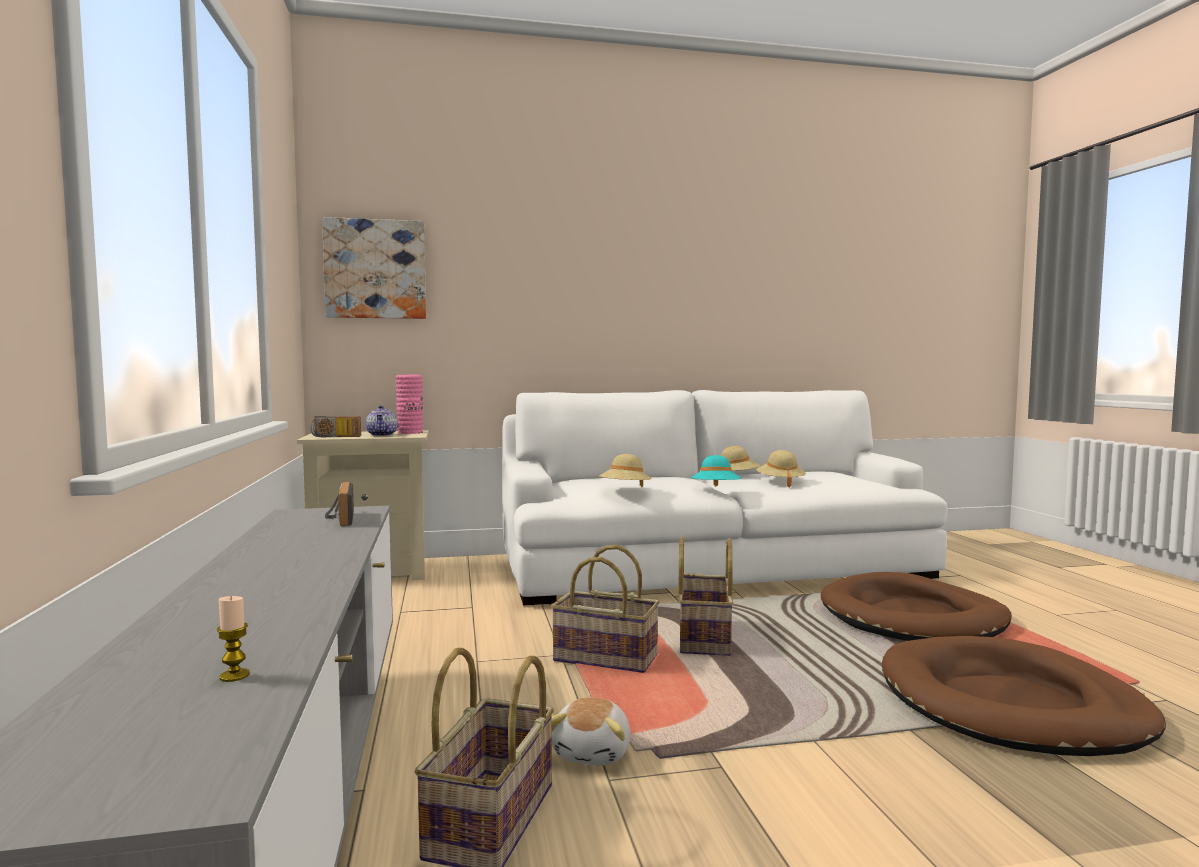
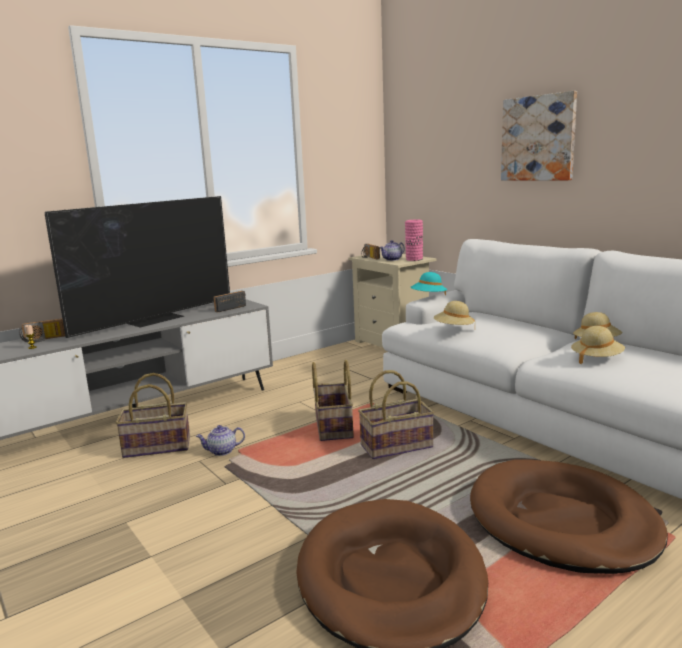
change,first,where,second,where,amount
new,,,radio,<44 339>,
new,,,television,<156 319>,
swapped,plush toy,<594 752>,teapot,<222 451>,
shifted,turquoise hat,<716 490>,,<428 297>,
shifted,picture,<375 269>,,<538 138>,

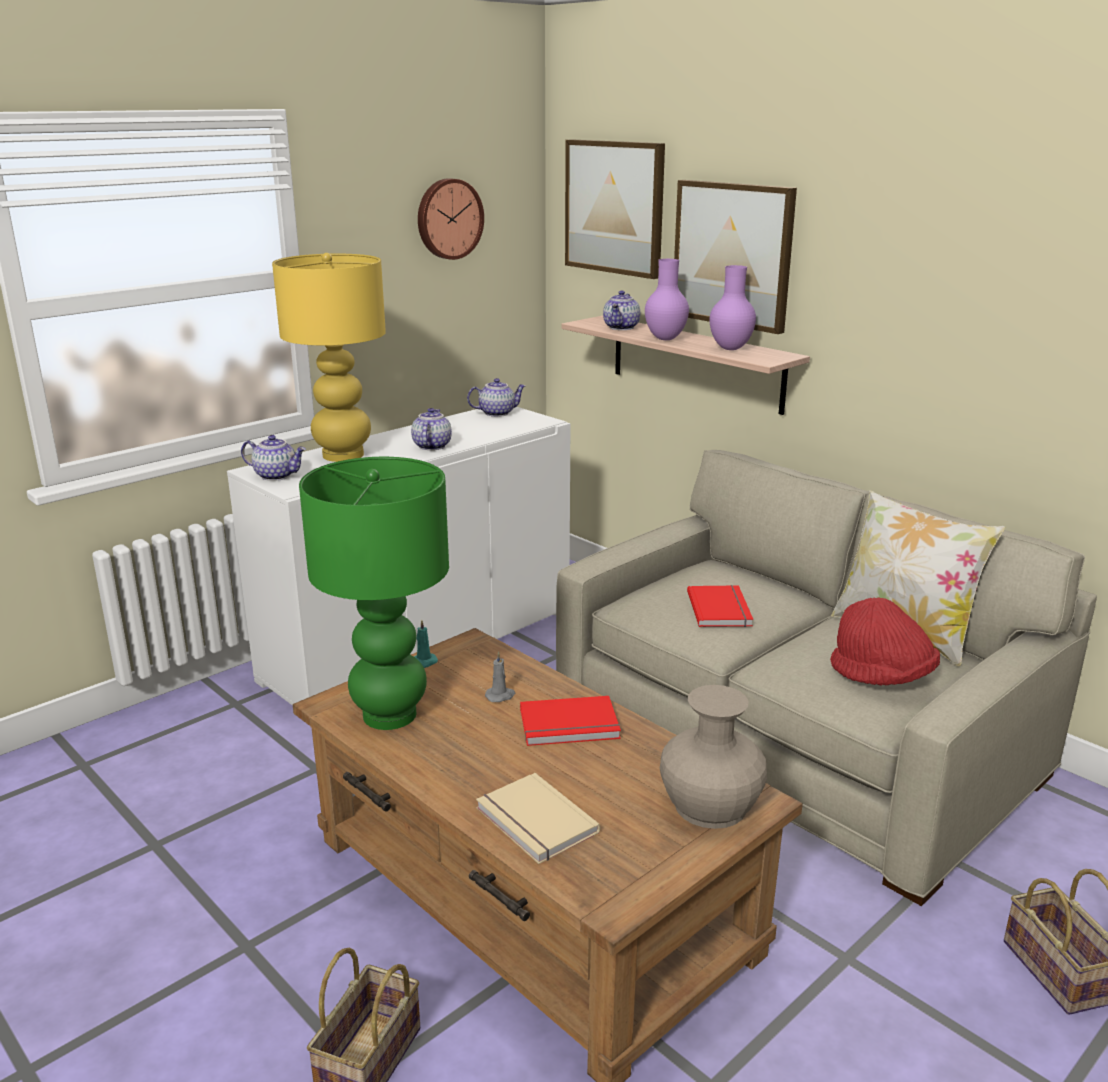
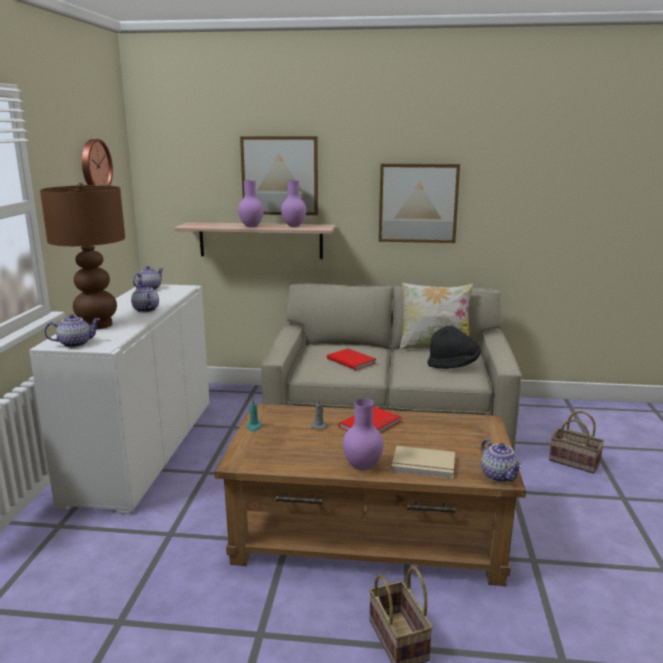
change,first,where,second,where,amount
repainted,yellow table lamp,<343 455>,brown table lamp,<98 325>,
new,,,purple vase,<361 467>,
shifted,picture,<615 207>,,<418 203>,
repainted,red hat,<882 677>,black hat,<453 365>,
shifted,teapot,<622 328>,,<500 476>,
gone,green table lamp,<391 715>,,,
gone,beige vase,<710 805>,,,

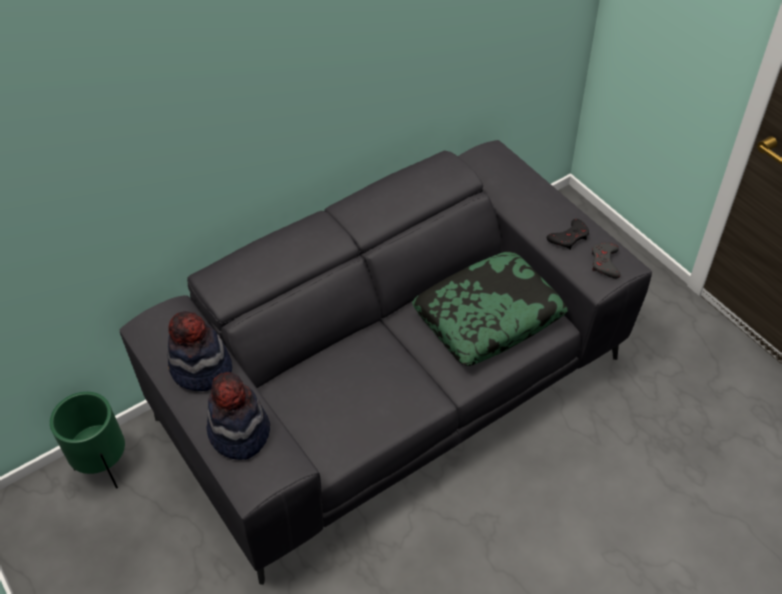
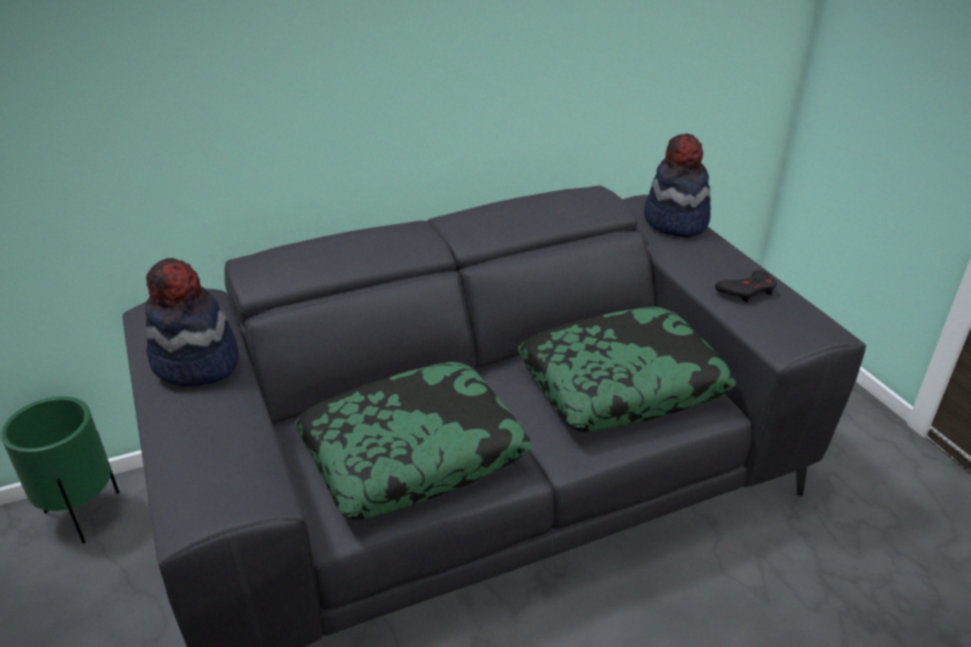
change,first,where,second,where,amount
new,,,pillow,<413 452>,
shifted,hat,<239 432>,,<675 222>,
gone,grey game controller,<605 263>,,,

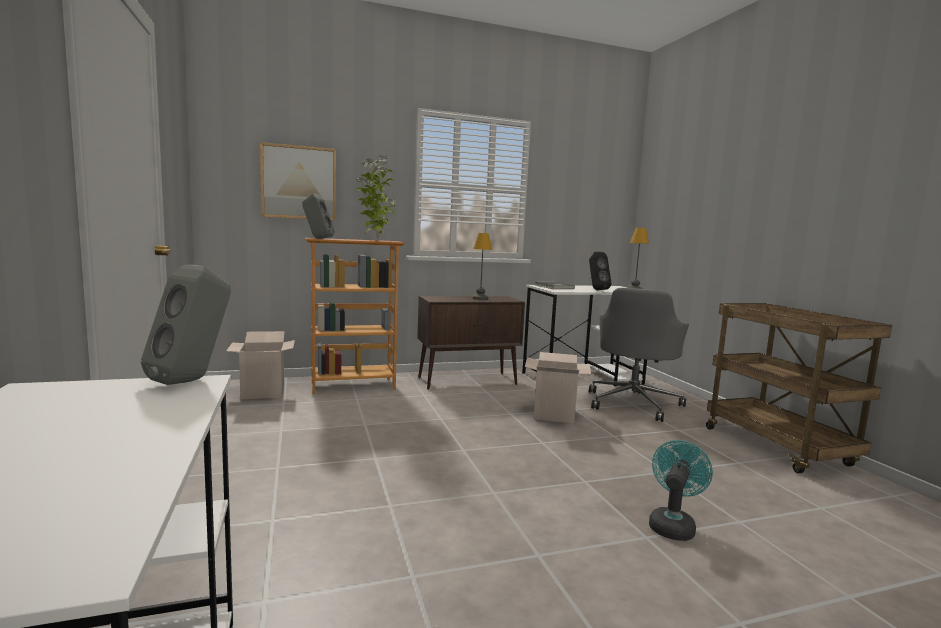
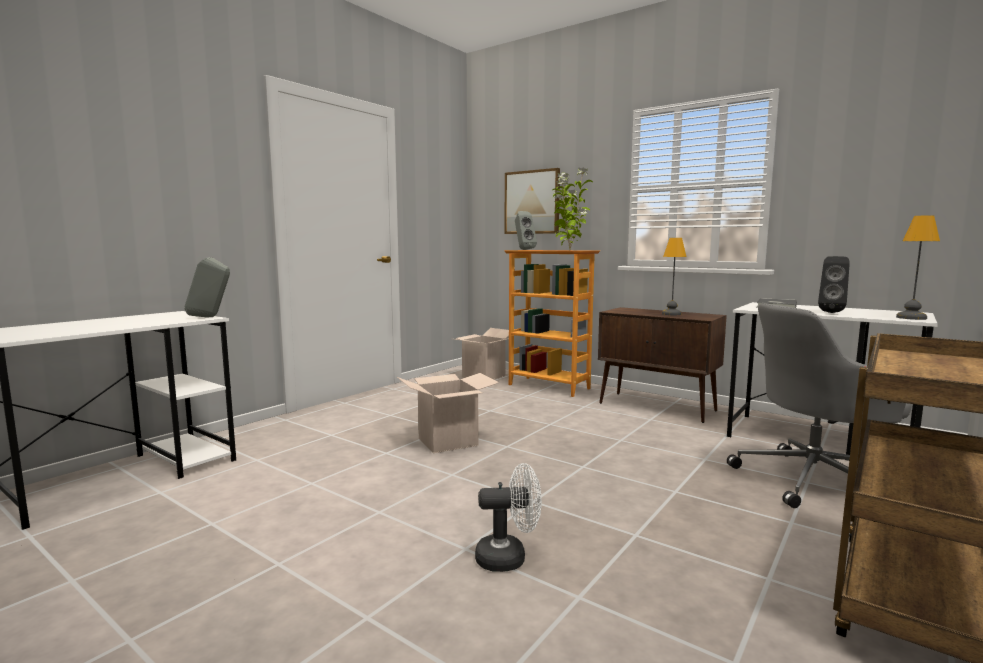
change,first,where,second,where,amount
shifted,cardboard box,<554 414>,,<448 442>,
repainted,turquoise fan,<672 525>,white fan,<509 558>,

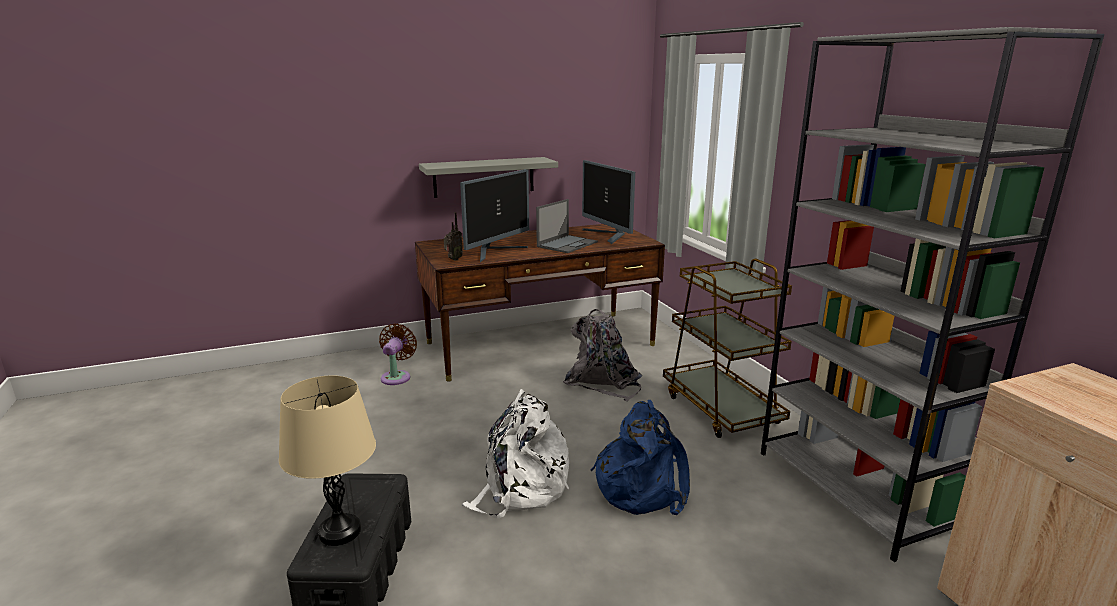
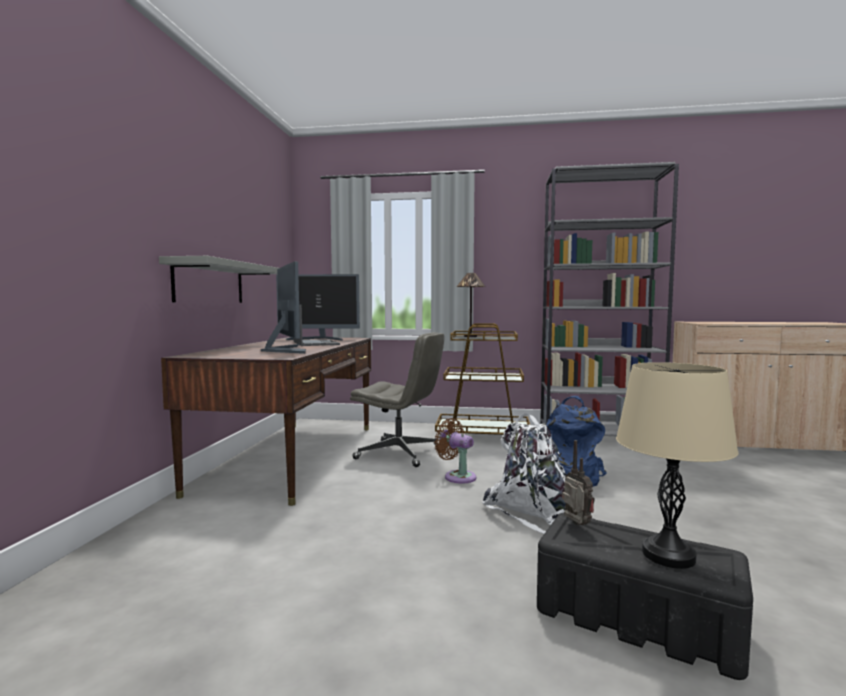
change,first,where,second,where,amount
swapped,grey backpack,<603 382>,grey office chair,<400 453>,
shifted,brown fan,<397 376>,,<457 476>,
new,,,table lamp,<470 336>,
shifted,radio,<453 259>,,<575 525>,

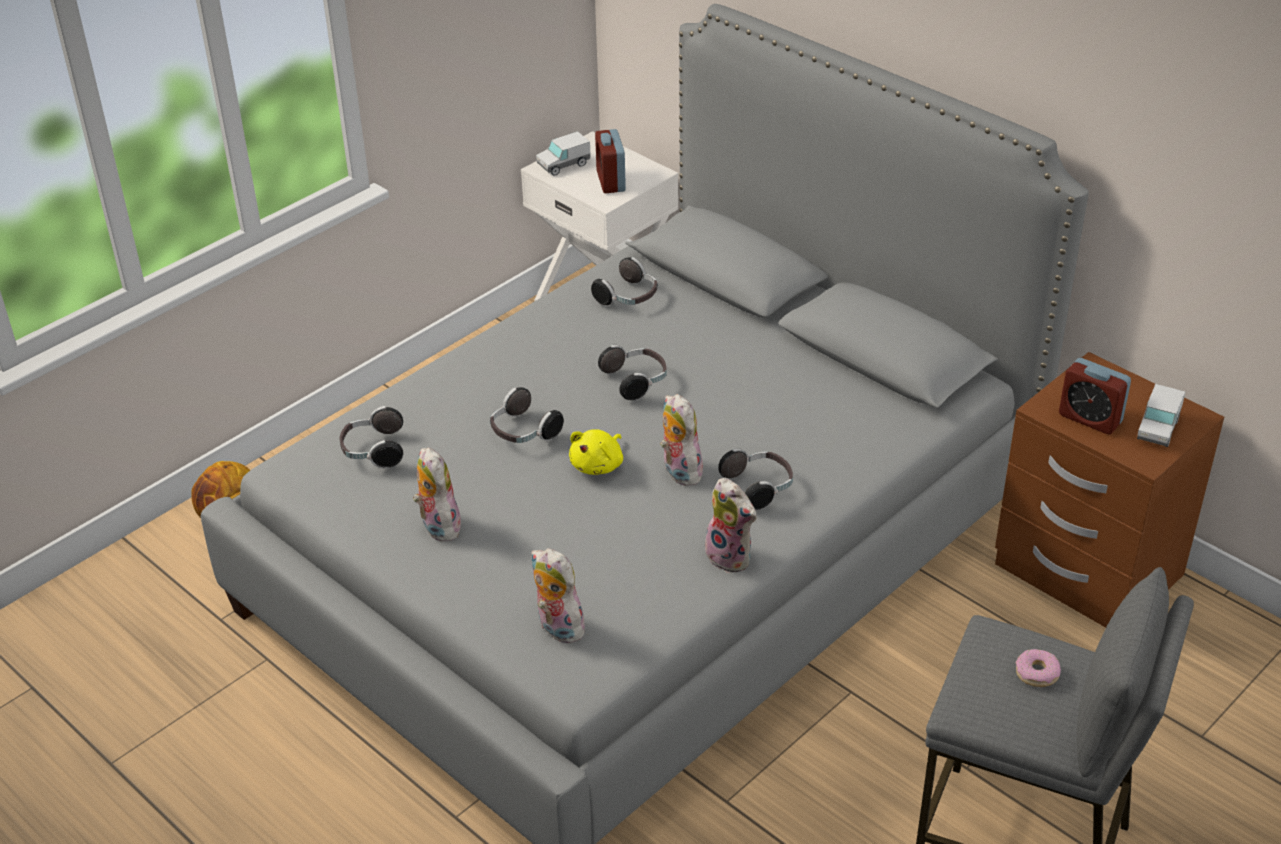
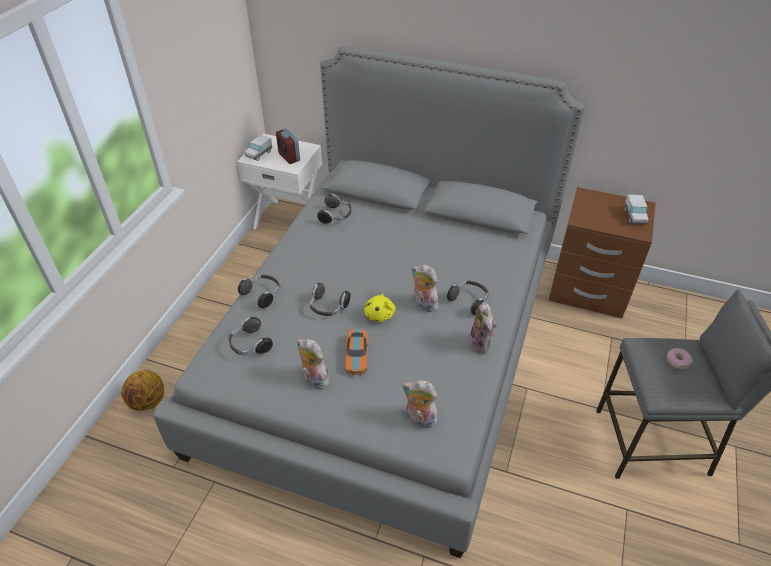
change,first,where,second,where,amount
shifted,headphones,<636 381>,,<262 295>,
new,,,toy car,<356 355>,
rotated,plush toy,<731 556>,,<481 344>,60 degrees clockwise
gone,alarm clock,<1090 418>,,,

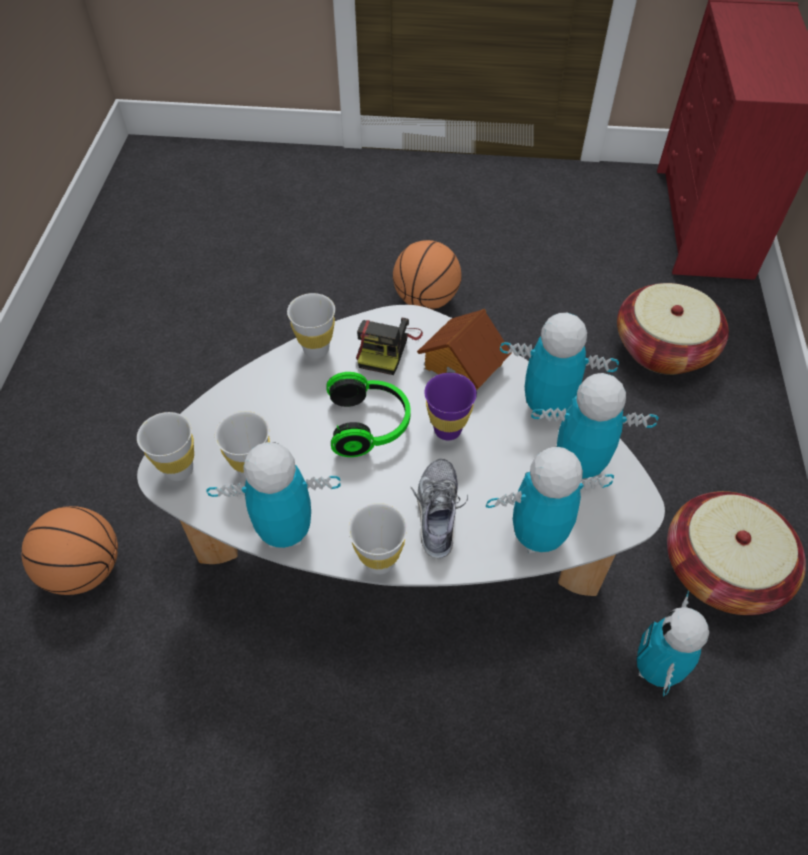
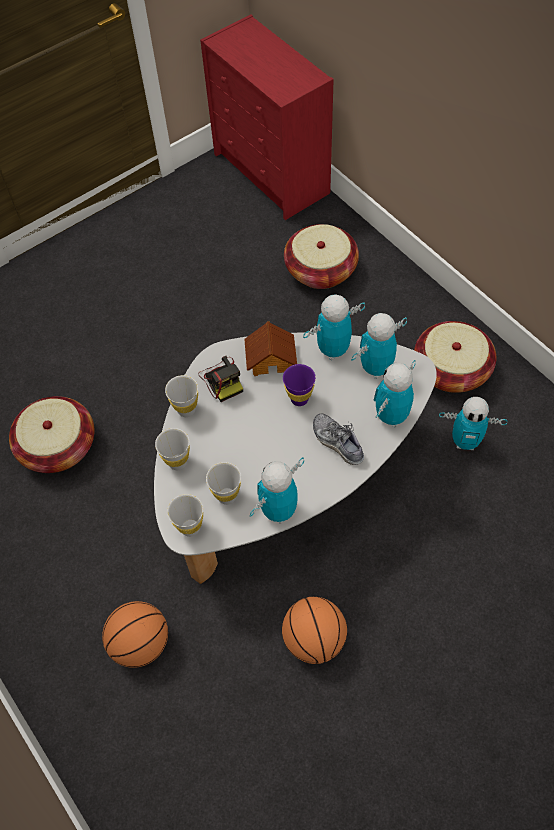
change,first,where,second,where,amount
new,,,basket,<58 446>,
shifted,white cup,<379 561>,,<177 462>,
shifted,basketball,<426 300>,,<314 639>,
rotated,toy robot,<655 669>,,<465 442>,60 degrees counterclockwise
gone,headphones,<370 425>,,,

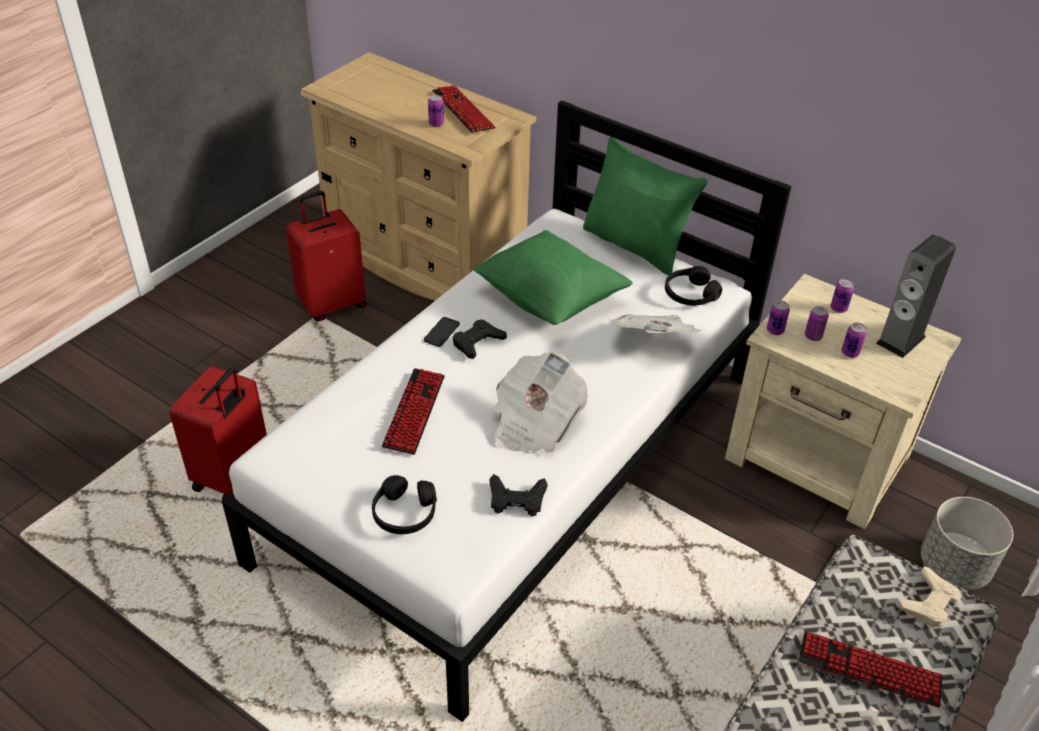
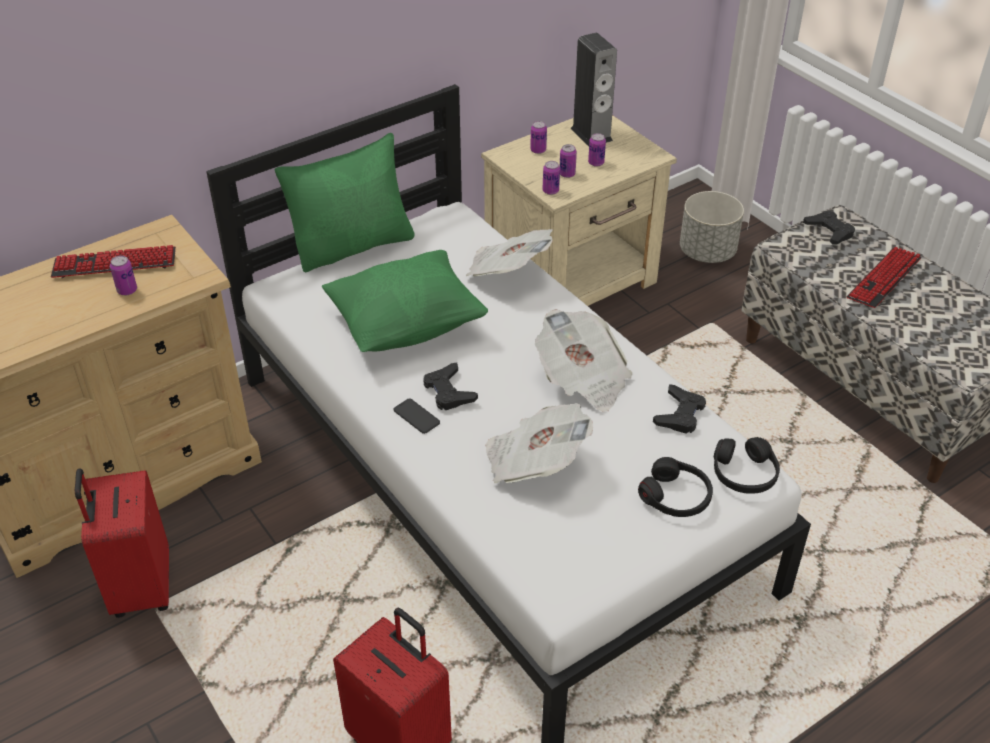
change,first,where,second,where,amount
swapped,keyboard,<414 412>,newspaper,<534 462>,
shifted,black headphones,<690 294>,,<744 474>,
repainted,beige game controller,<929 602>,black game controller,<829 231>,

